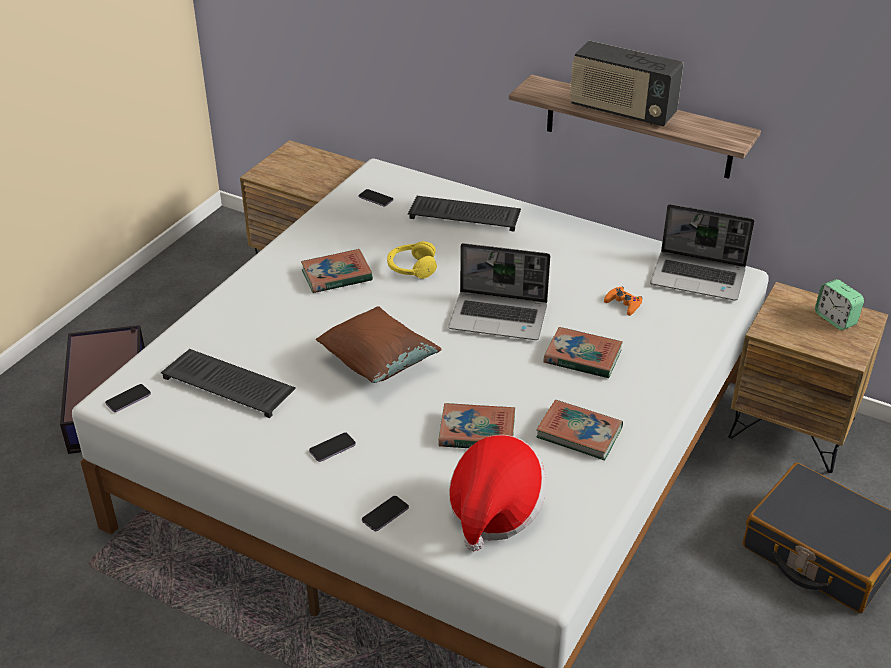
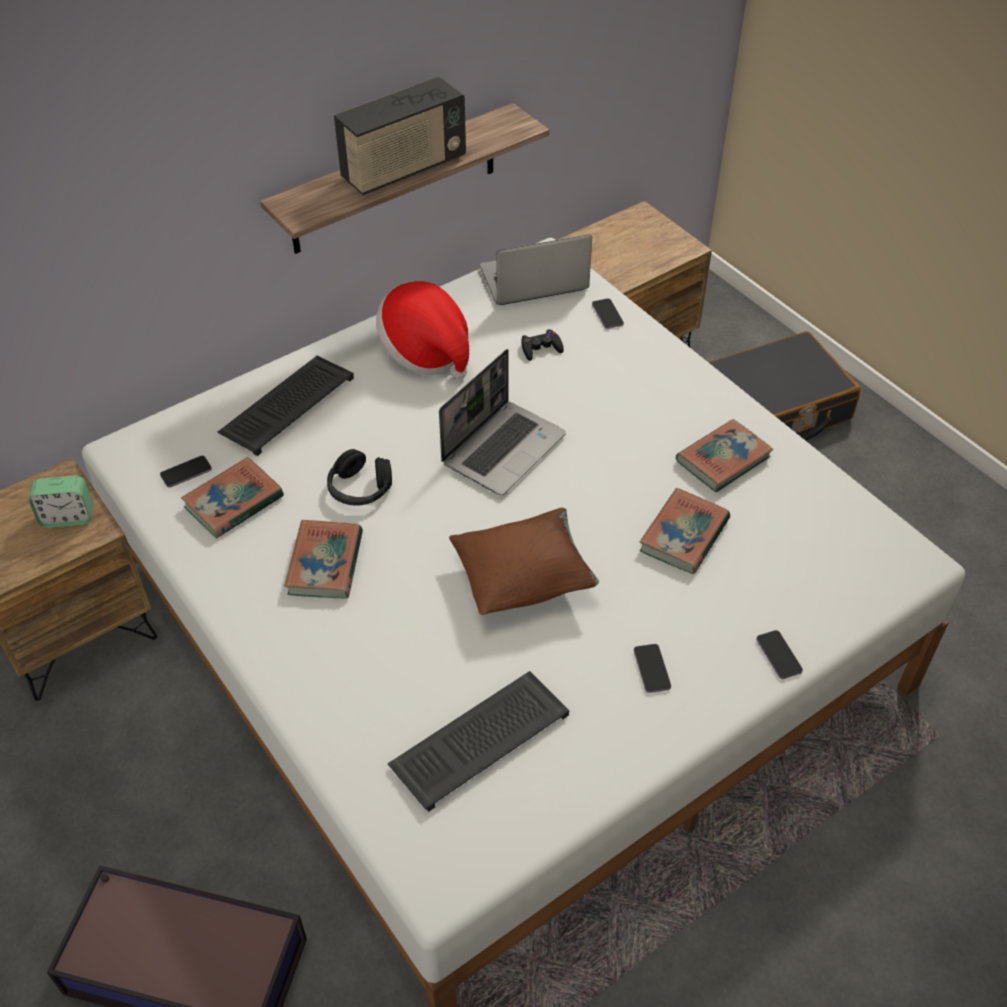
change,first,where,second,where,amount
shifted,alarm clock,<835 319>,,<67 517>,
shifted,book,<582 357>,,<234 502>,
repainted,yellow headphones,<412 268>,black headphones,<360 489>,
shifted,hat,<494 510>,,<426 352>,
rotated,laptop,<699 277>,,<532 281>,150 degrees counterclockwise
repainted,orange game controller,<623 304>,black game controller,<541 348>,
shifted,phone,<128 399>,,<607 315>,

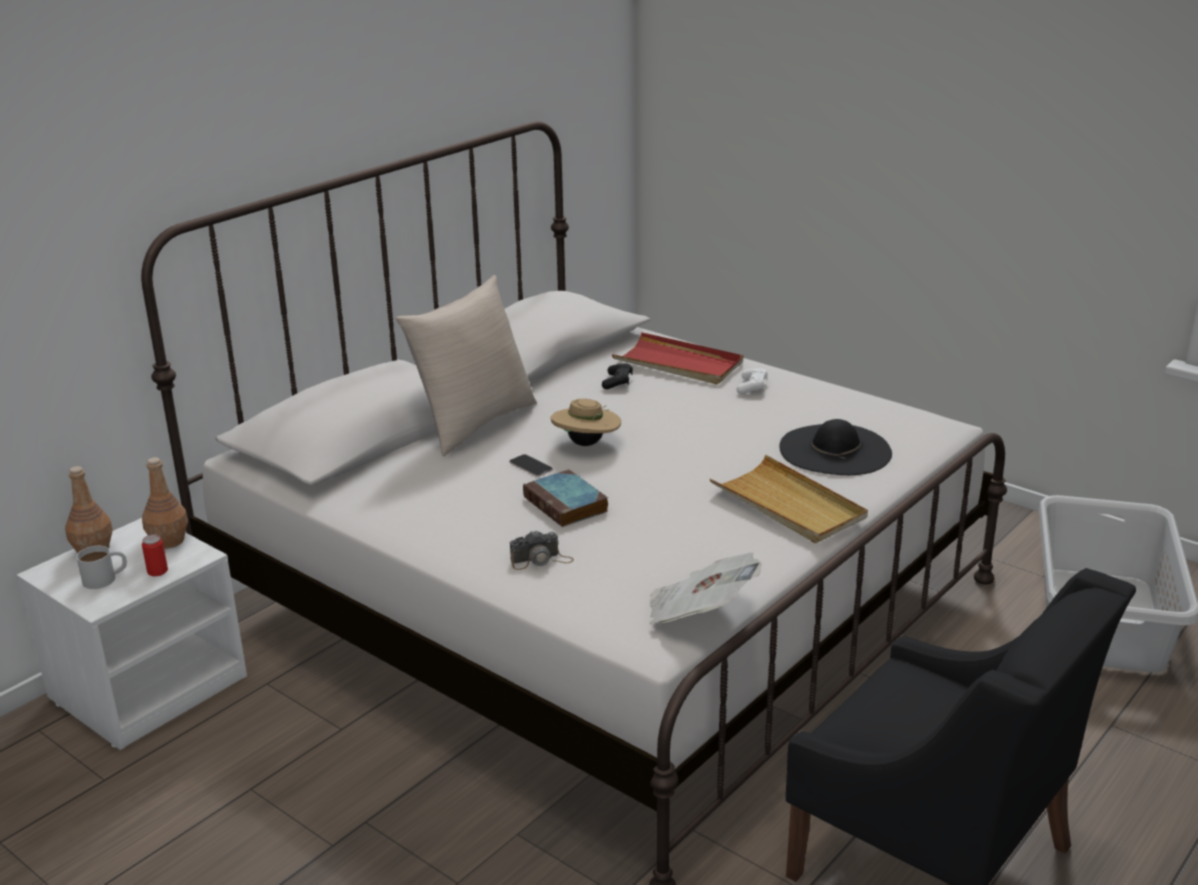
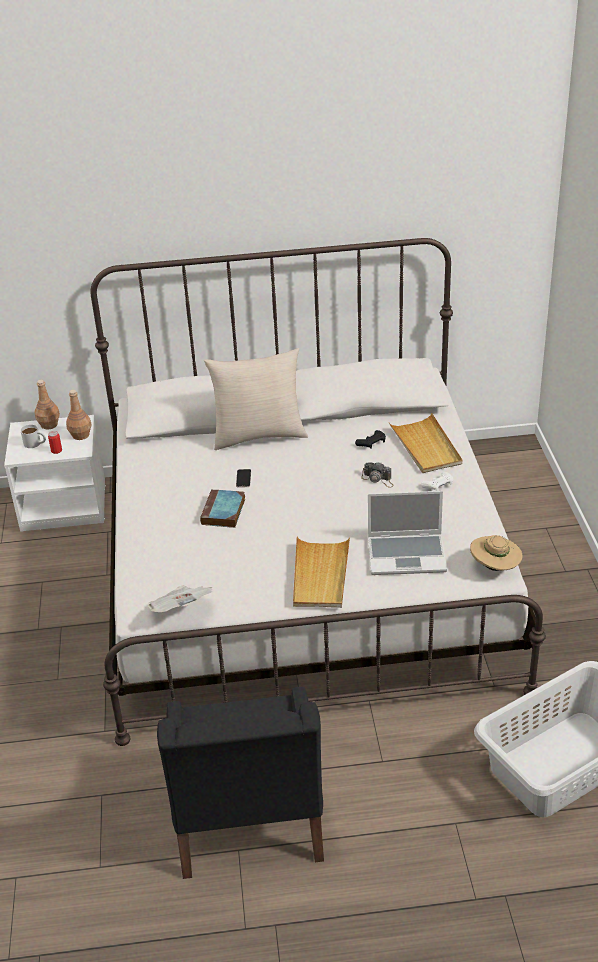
change,first,where,second,where,amount
shifted,photo camera,<541 560>,,<378 479>,
swapped,black hat,<835 450>,laptop,<407 555>,
repainted,red tray,<678 364>,beige tray,<426 446>,
shifted,beige hat,<586 444>,,<495 567>,

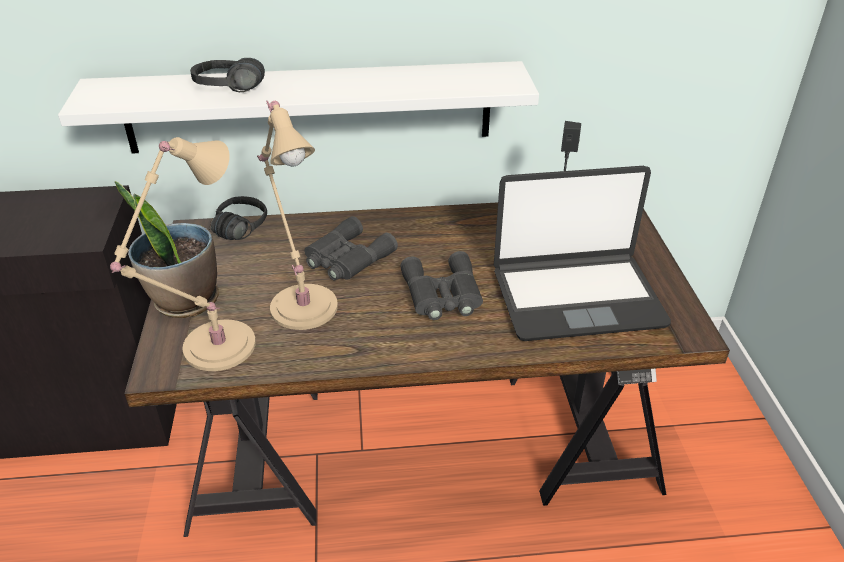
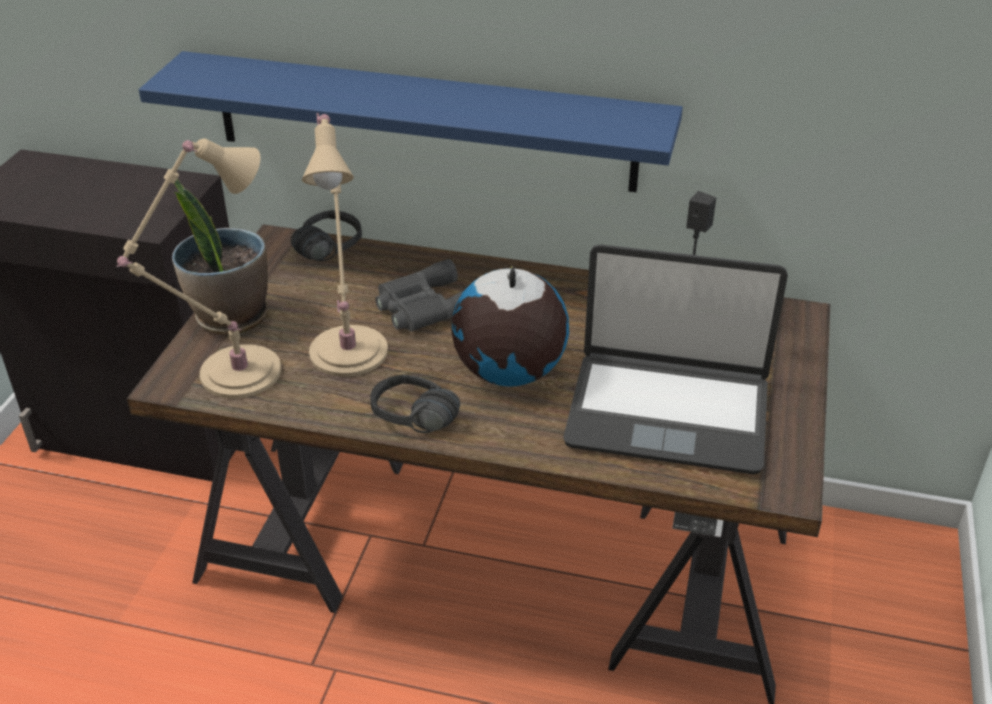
change,first,where,second,where,amount
repainted,white shelf,<309 107>,blue shelf,<423 121>,
shifted,black headphones,<227 92>,,<409 425>,
swapped,grey binoculars,<442 295>,globe,<508 373>,

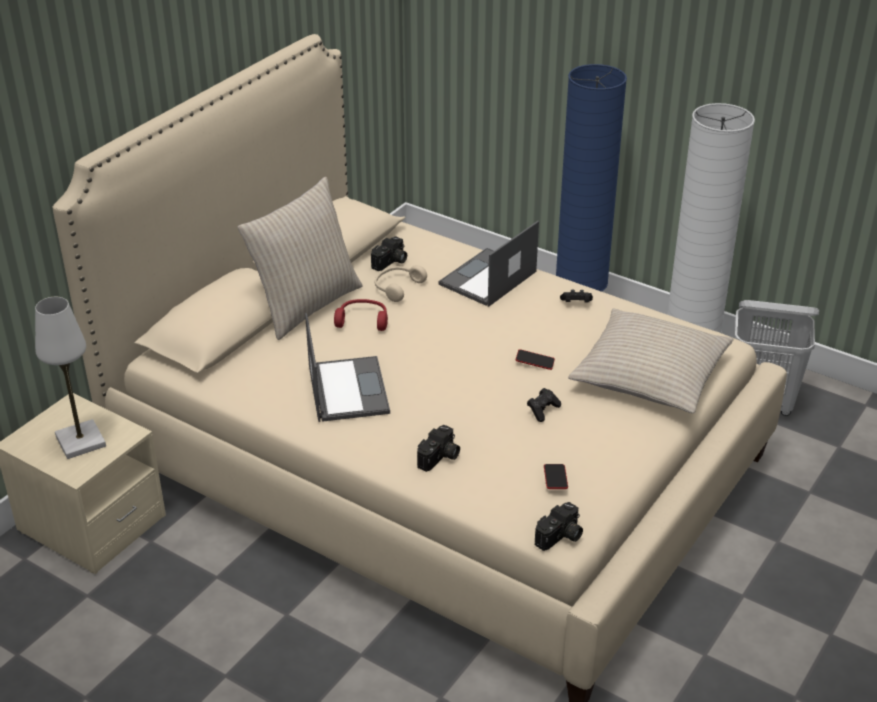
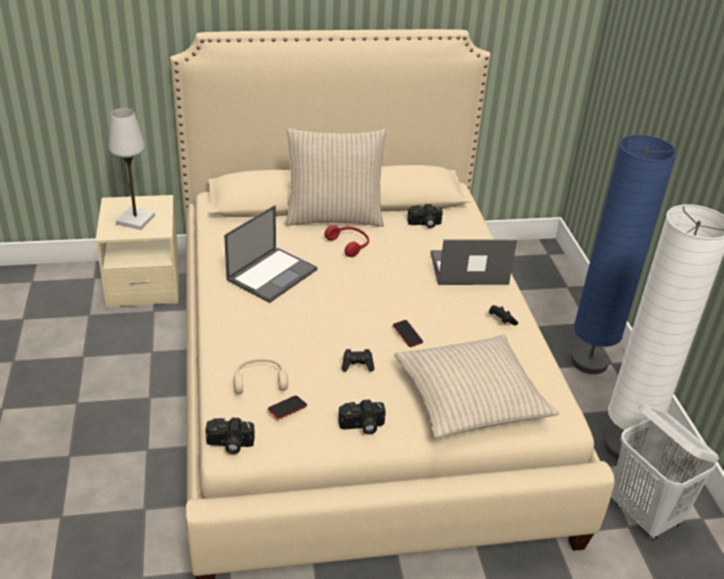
change,first,where,second,where,amount
shifted,beige headphones,<397 287>,,<260 381>,
shifted,photo camera,<440 458>,,<362 426>,

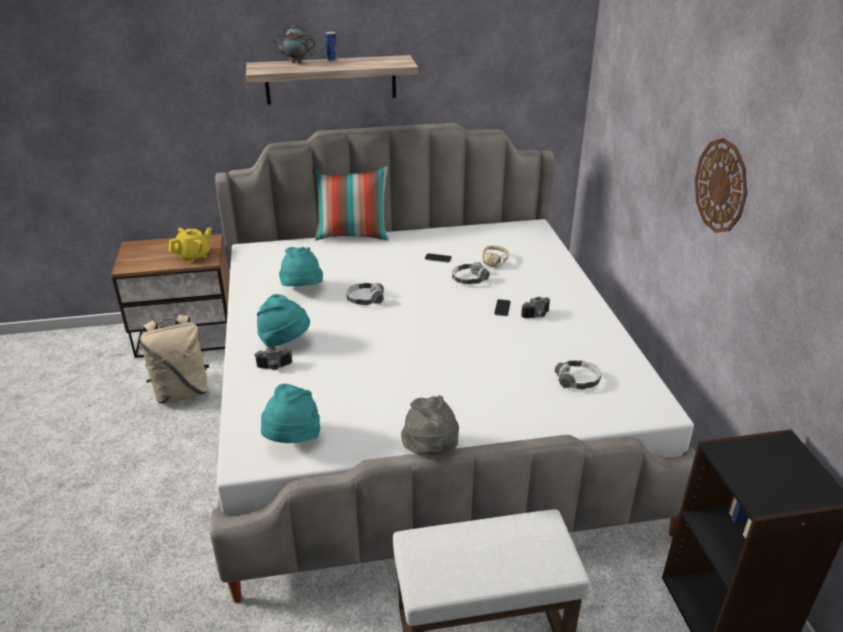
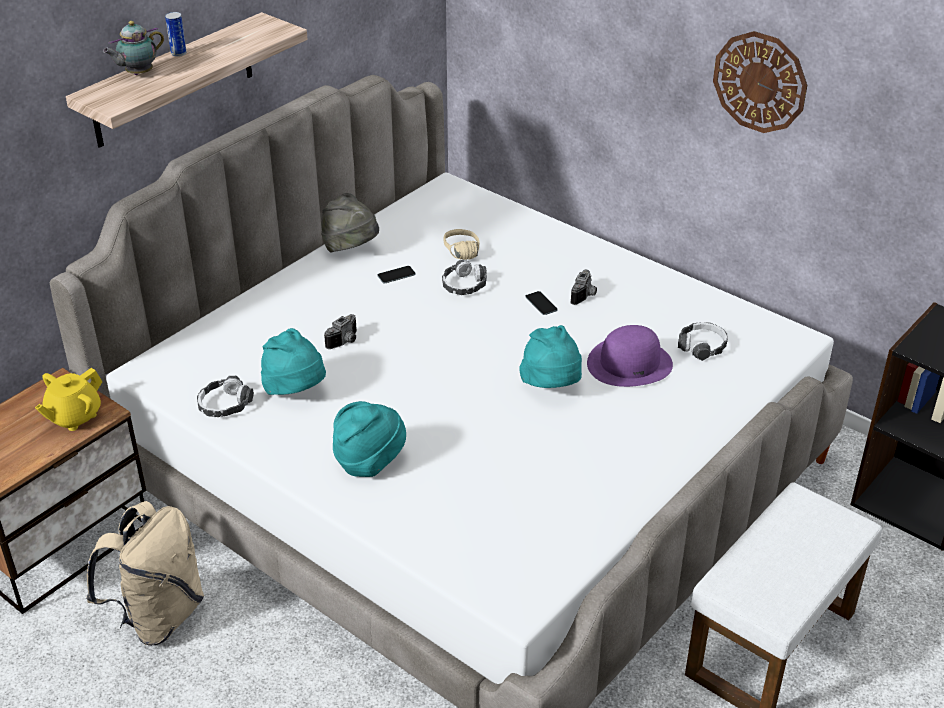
change,first,where,second,where,amount
rotated,yellow teapot,<194 256>,,<74 417>,150 degrees counterclockwise
shifted,headphones,<365 299>,,<225 404>,
shifted,grey hat,<431 451>,,<351 249>,
shifted,photo camera,<274 367>,,<346 341>,
shifted,turquoise hat,<292 439>,,<551 386>,
new,,,purple hat,<630 363>,
gone,pillow,<353 235>,,,

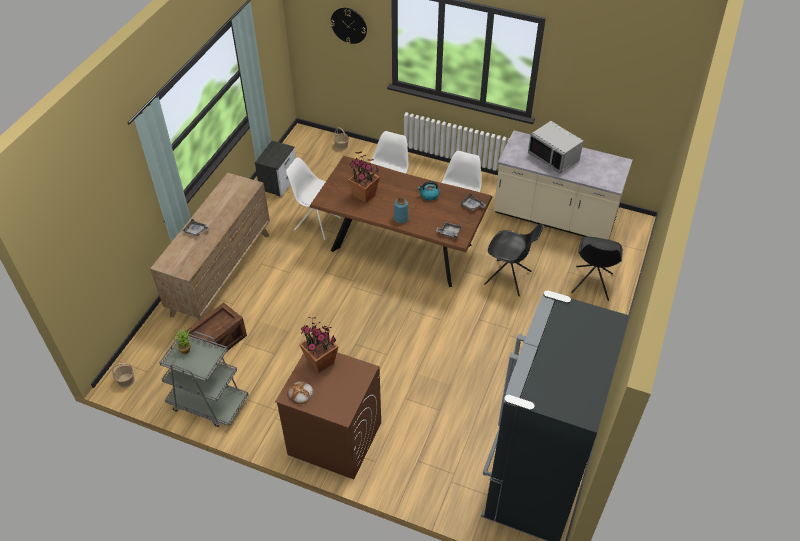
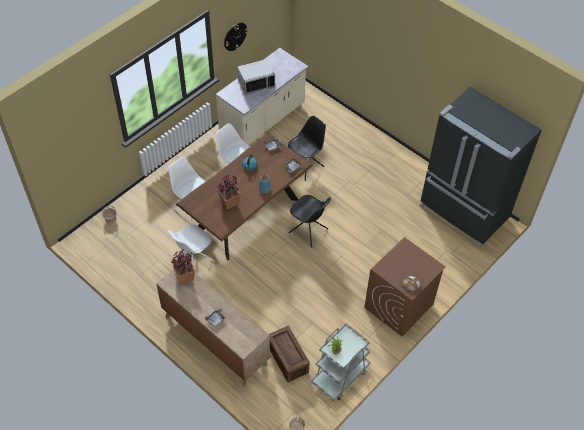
change,first,where,second,where,amount
shifted,potted plant,<321 362>,,<185 277>,
shifted,wall clock,<349 25>,,<235 36>,
shifted,black chair,<591 284>,,<309 231>,
gone,nightstand,<279 182>,,,

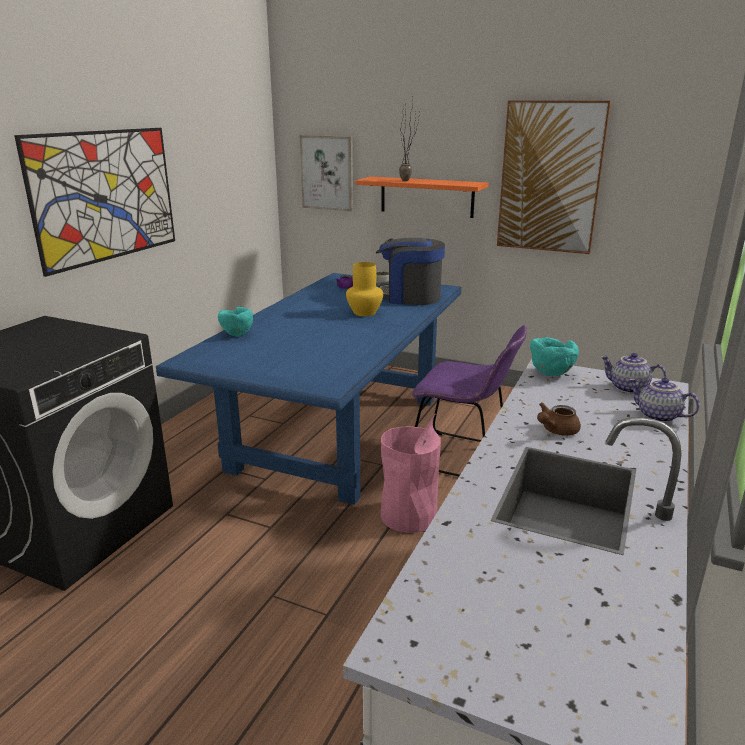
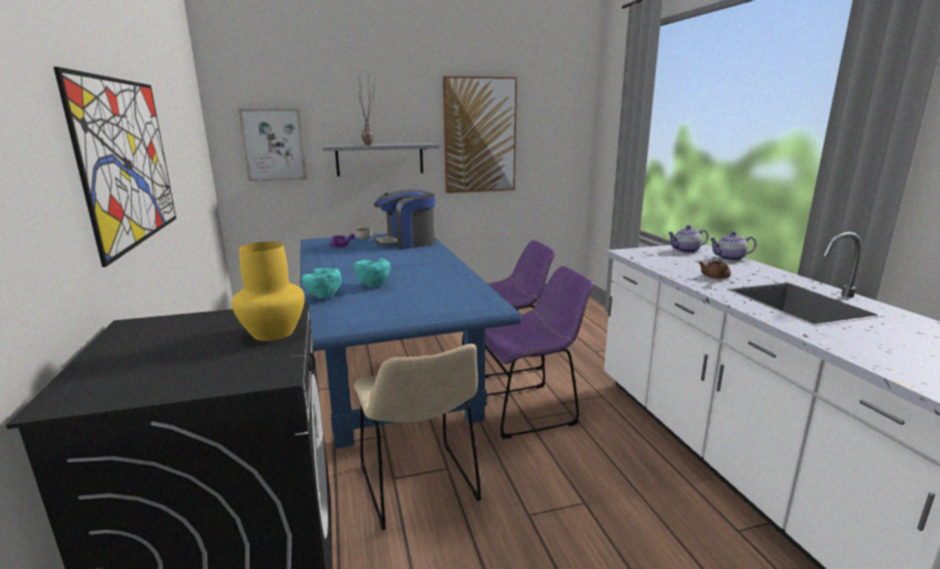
change,first,where,second,where,amount
shifted,yellow vase,<364 313>,,<272 333>,
repainted,orange shelf,<426 197>,grey shelf,<380 159>,
new,,,beige chair,<420 488>,
shifted,turquoise bowl,<550 373>,,<373 285>,
swapped,pink trash can,<408 515>,purple chair,<530 409>,

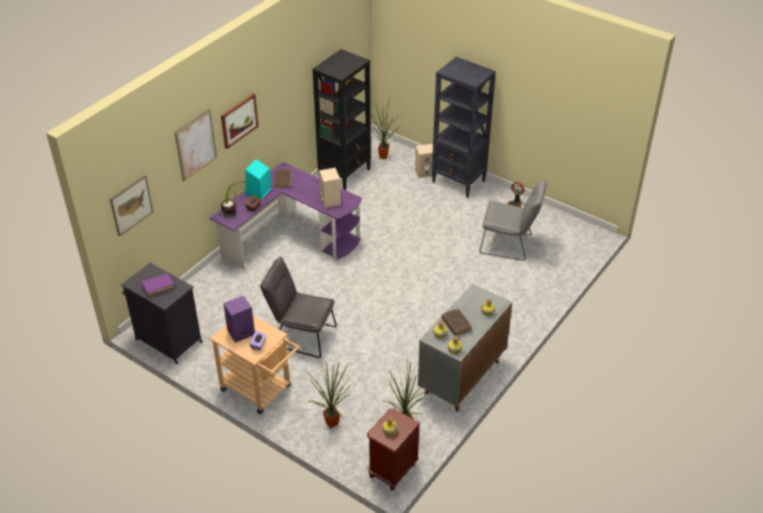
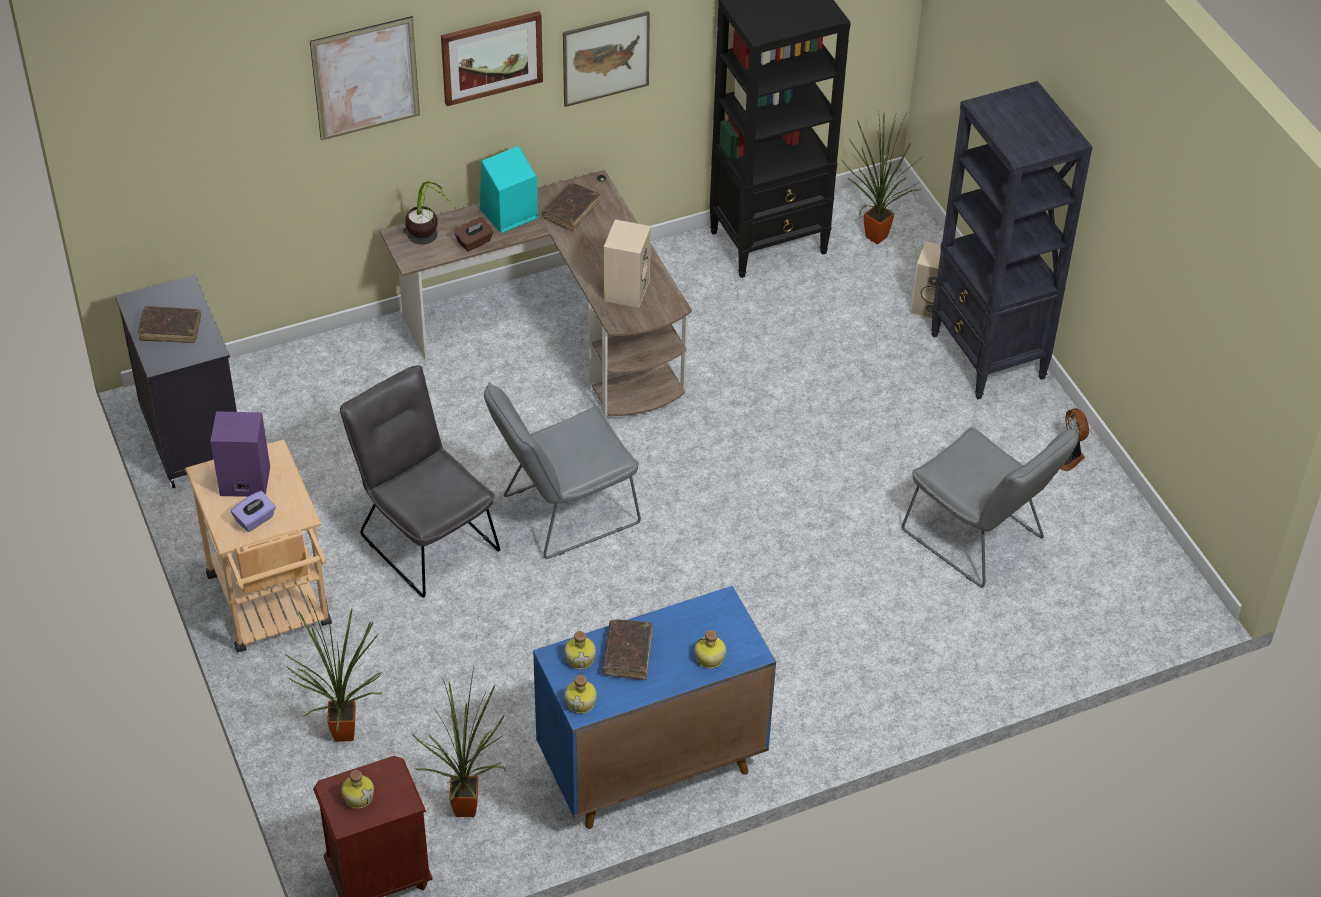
change,first,where,second,where,amount
repainted,purple book,<158 287>,brown book,<170 329>,
repainted,purple desk,<291 238>,brown desk,<559 335>,
new,,,grey chair,<562 513>,
repainted,grey cabinet,<461 378>,blue cabinet,<650 767>,
shifted,picture,<131 205>,,<606 58>,

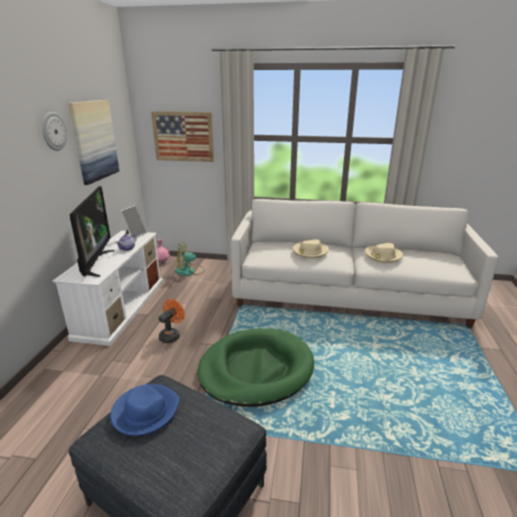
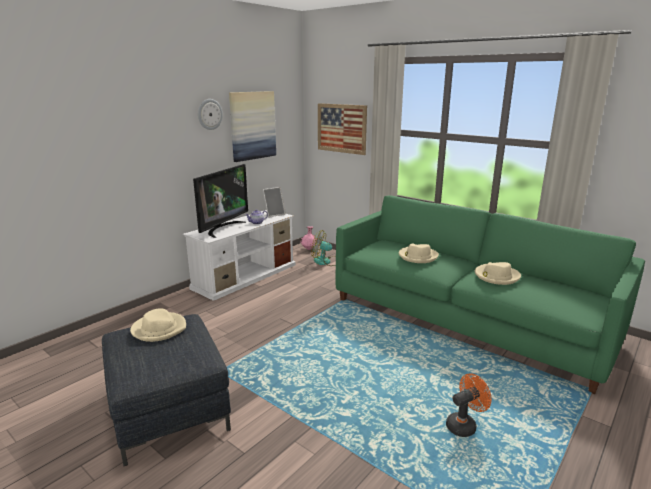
change,first,where,second,where,amount
repainted,blue hat,<145 411>,beige hat,<159 329>,
repainted,white sofa,<348 295>,green sofa,<467 319>,
shifted,orange fan,<171 335>,,<464 425>,
gone,green dog bed,<256 369>,,,

